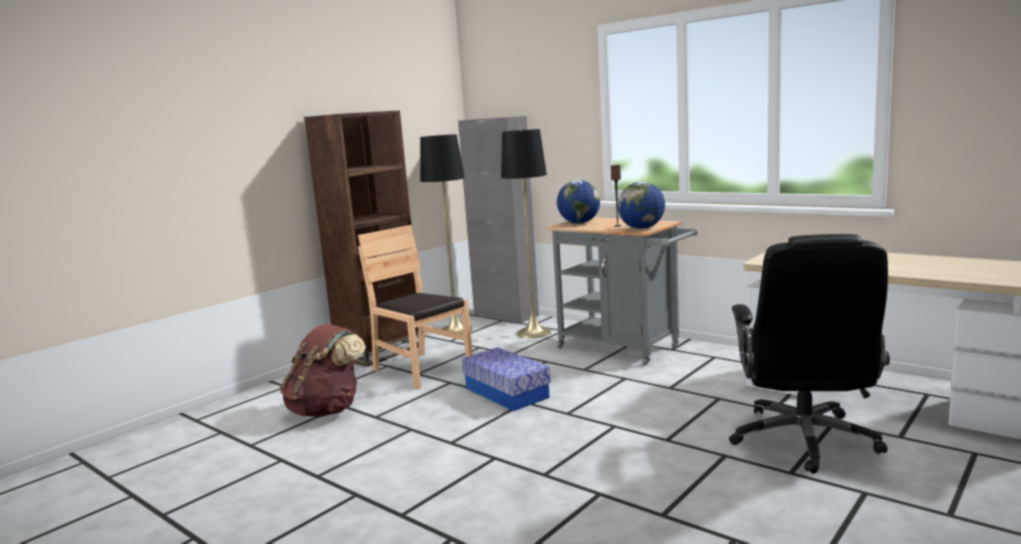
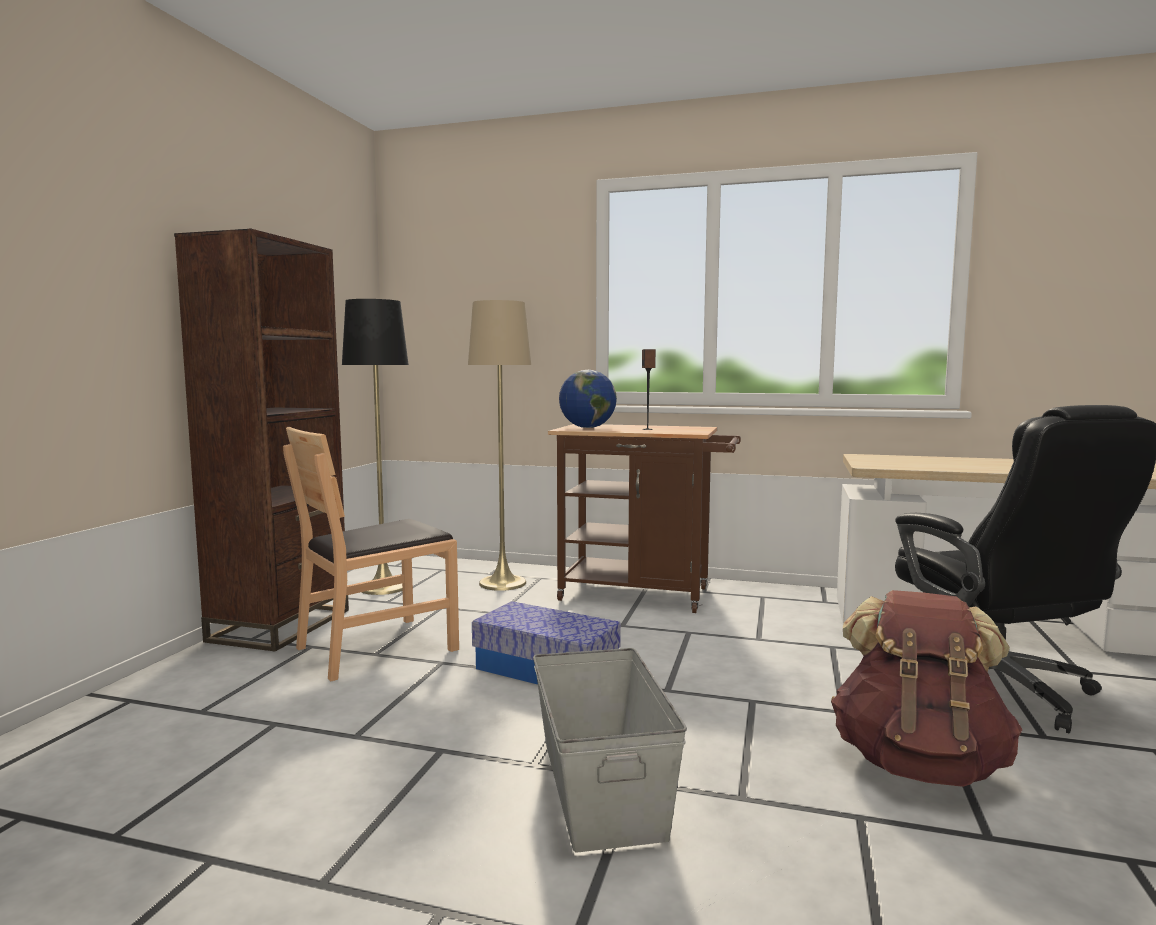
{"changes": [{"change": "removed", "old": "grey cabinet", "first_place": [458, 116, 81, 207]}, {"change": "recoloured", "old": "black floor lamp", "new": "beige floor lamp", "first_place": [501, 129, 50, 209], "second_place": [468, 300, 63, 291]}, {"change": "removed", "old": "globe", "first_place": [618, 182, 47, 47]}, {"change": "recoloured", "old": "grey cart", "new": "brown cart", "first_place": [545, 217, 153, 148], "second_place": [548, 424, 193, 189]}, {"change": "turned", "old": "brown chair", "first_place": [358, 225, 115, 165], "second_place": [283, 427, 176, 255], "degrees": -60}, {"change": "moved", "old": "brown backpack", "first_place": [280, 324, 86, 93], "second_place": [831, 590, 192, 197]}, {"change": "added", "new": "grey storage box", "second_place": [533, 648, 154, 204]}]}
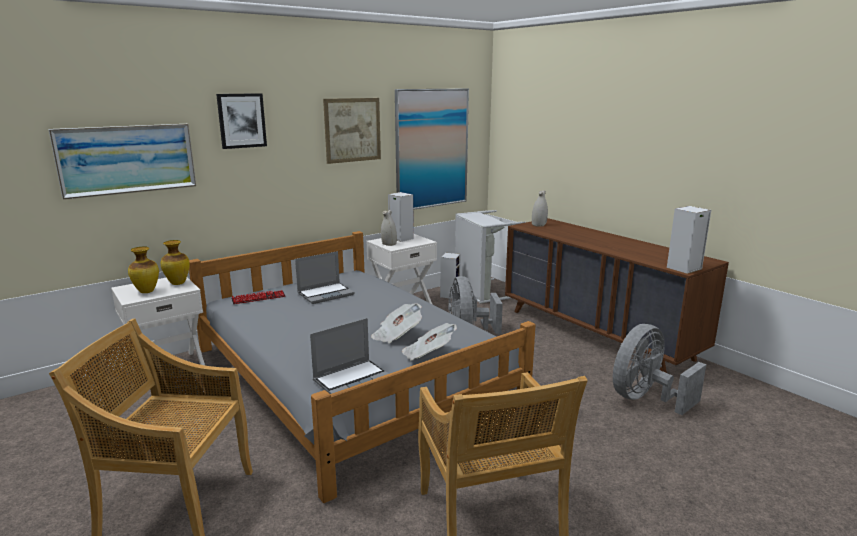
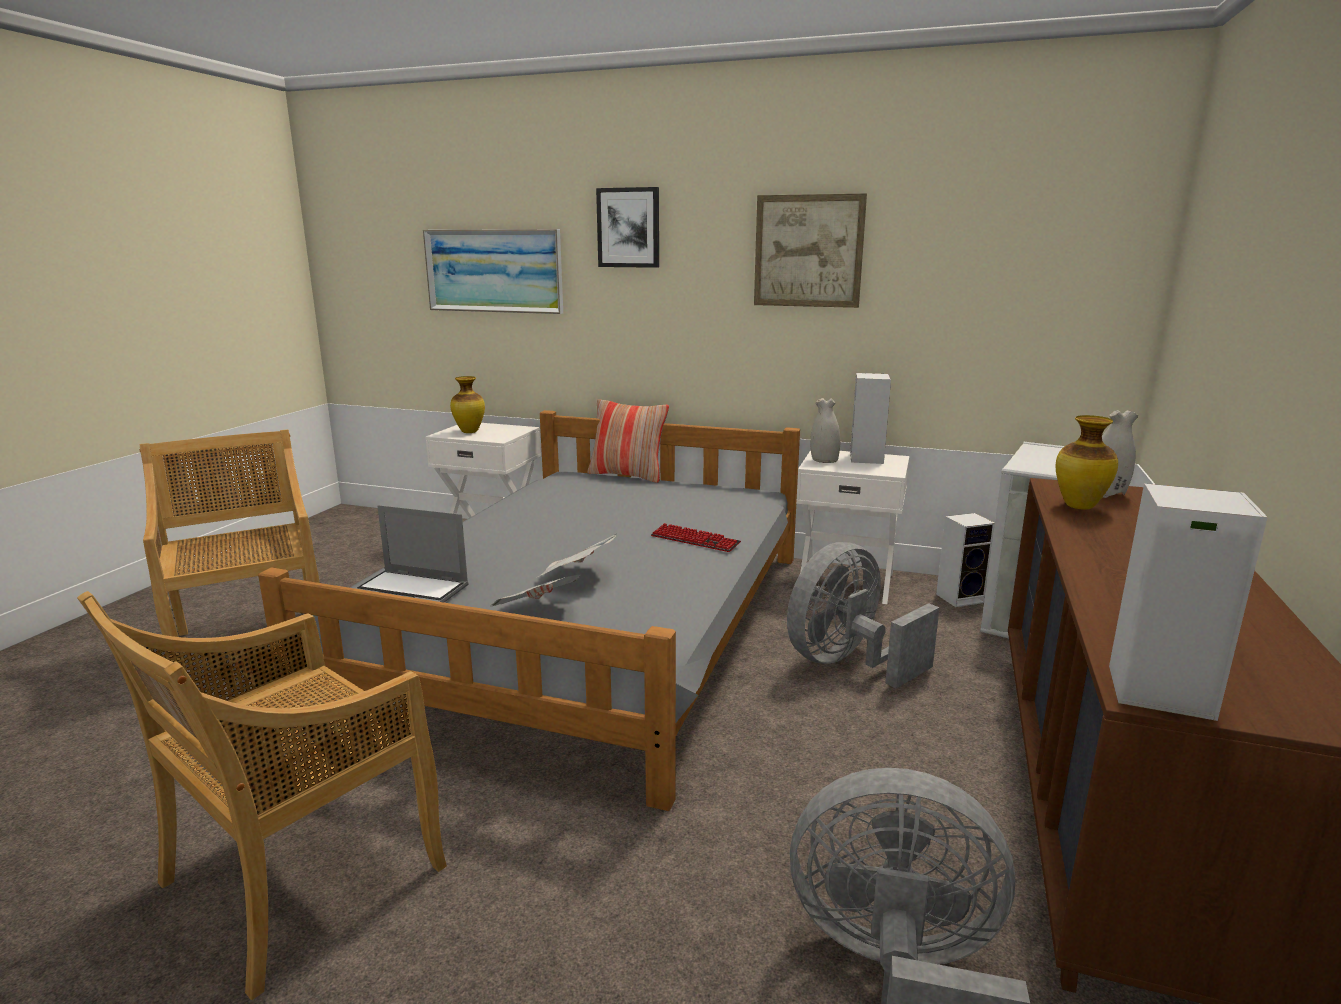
{"changes": [{"change": "removed", "old": "picture", "first_place": [395, 89, 74, 121]}, {"change": "moved", "old": "vase", "first_place": [161, 240, 29, 45], "second_place": [1056, 415, 62, 94]}, {"change": "removed", "old": "laptop", "first_place": [295, 251, 60, 53]}, {"change": "moved", "old": "keyboard", "first_place": [231, 290, 54, 14], "second_place": [651, 523, 90, 29]}, {"change": "added", "new": "pillow", "second_place": [587, 399, 82, 84]}]}
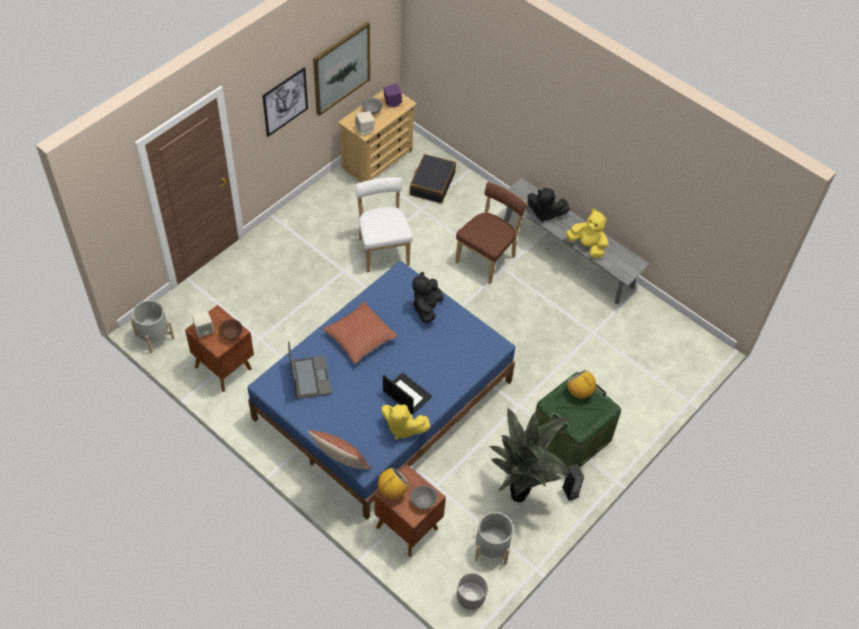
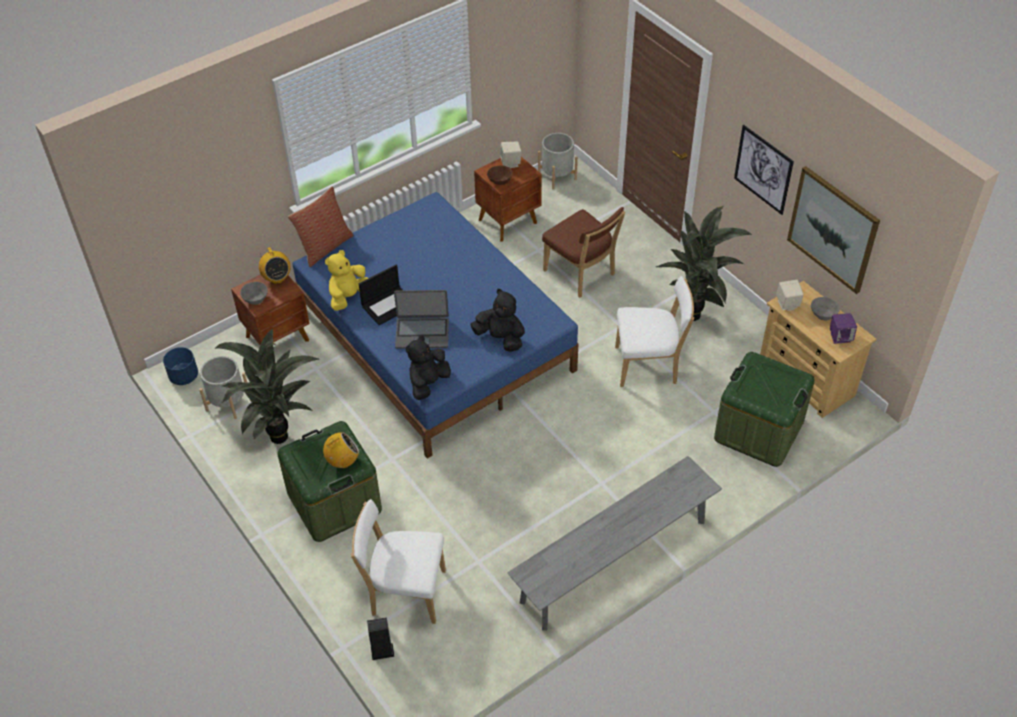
{"changes": [{"change": "replaced", "old": "black suitcase", "new": "green storage box", "first_place": [410, 154, 46, 49], "second_place": [714, 352, 101, 115]}, {"change": "moved", "old": "brown chair", "first_place": [455, 182, 72, 102], "second_place": [542, 207, 83, 91]}, {"change": "moved", "old": "black plush toy", "first_place": [527, 188, 43, 34], "second_place": [406, 336, 45, 64]}, {"change": "removed", "old": "yellow plush toy", "first_place": [566, 208, 42, 50]}, {"change": "removed", "old": "pillow", "first_place": [323, 301, 75, 63]}, {"change": "moved", "old": "laptop", "first_place": [288, 341, 44, 58], "second_place": [394, 290, 55, 59]}, {"change": "moved", "old": "speaker", "first_place": [562, 464, 22, 37], "second_place": [367, 617, 28, 43]}, {"change": "recoloured", "old": "grey planter", "new": "blue planter", "first_place": [457, 573, 30, 37], "second_place": [163, 347, 35, 38]}, {"change": "added", "new": "potted plant", "second_place": [656, 206, 97, 115]}, {"change": "added", "new": "white chair", "second_place": [351, 499, 95, 125]}]}
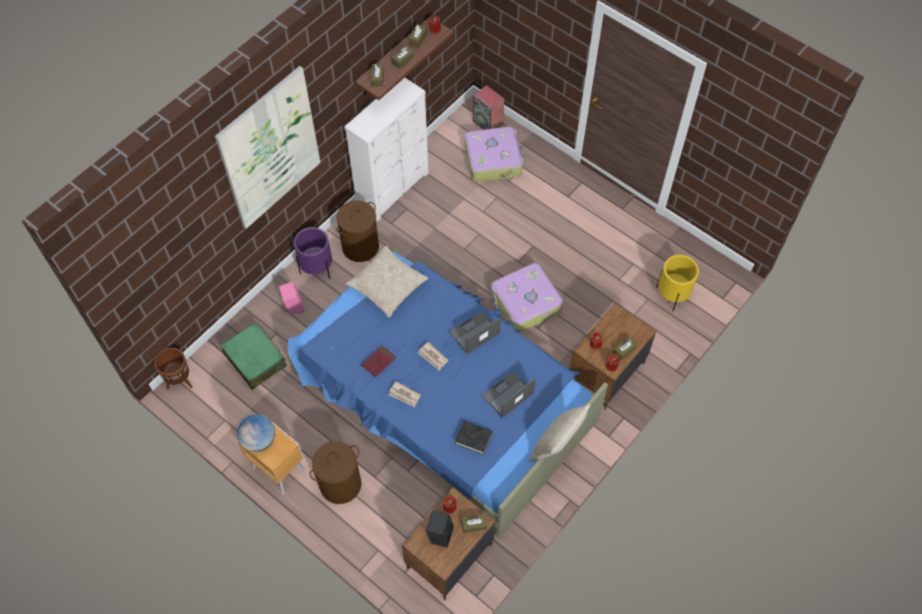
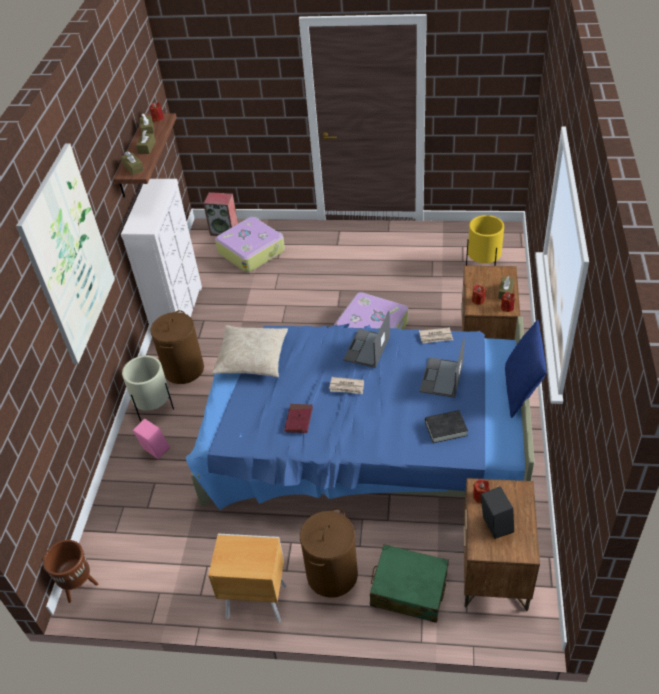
{"changes": [{"change": "recoloured", "old": "purple planter", "new": "beige planter", "first_place": [294, 227, 38, 52], "second_place": [122, 356, 52, 65]}, {"change": "moved", "old": "green suitcase", "first_place": [221, 323, 66, 67], "second_place": [370, 544, 79, 79]}, {"change": "moved", "old": "newspaper", "first_place": [389, 381, 32, 26], "second_place": [419, 327, 34, 16]}, {"change": "recoloured", "old": "beige pillow", "new": "blue pillow", "first_place": [529, 404, 61, 58], "second_place": [505, 320, 42, 98]}, {"change": "removed", "old": "globe", "first_place": [237, 414, 38, 38]}, {"change": "removed", "old": "brown tissue box", "first_place": [461, 514, 26, 19]}]}
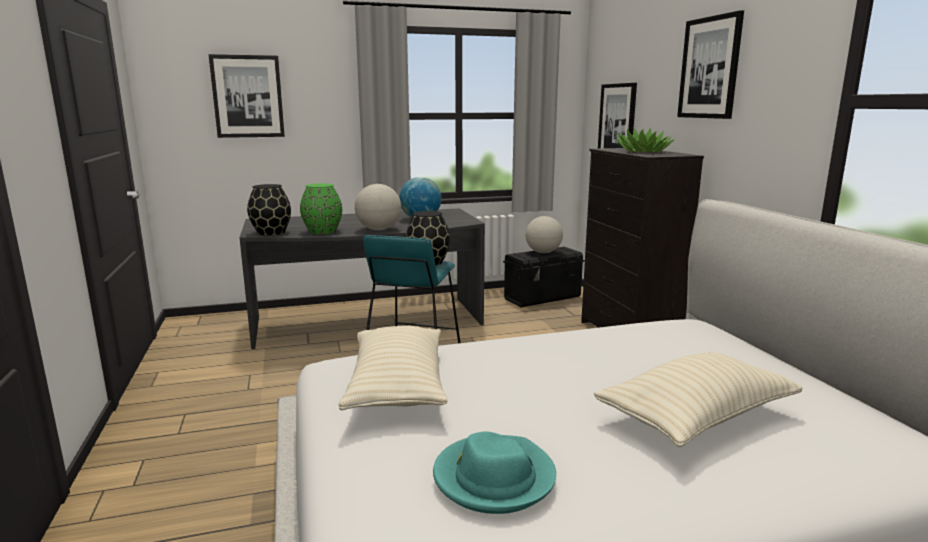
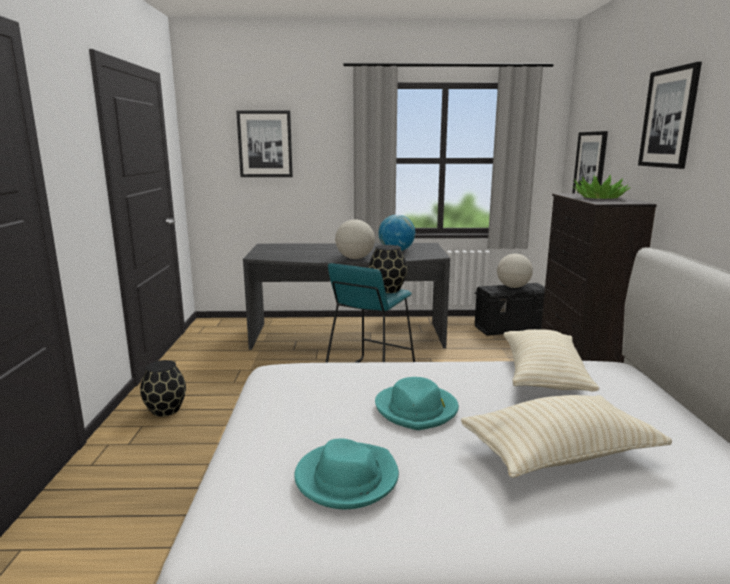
{"changes": [{"change": "removed", "old": "green vase", "first_place": [300, 183, 42, 51]}, {"change": "moved", "old": "black vase", "first_place": [247, 184, 44, 51], "second_place": [140, 360, 46, 57]}, {"change": "moved", "old": "beige pillow", "first_place": [339, 326, 109, 84], "second_place": [504, 329, 96, 62]}, {"change": "added", "new": "turquoise hat", "second_place": [375, 377, 84, 53]}]}
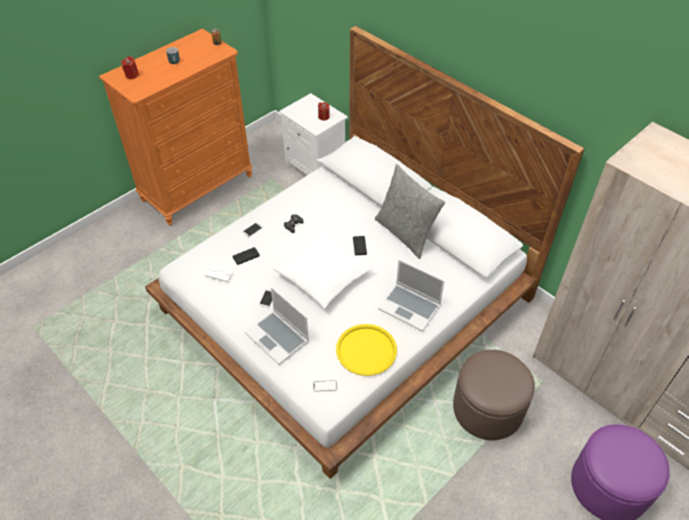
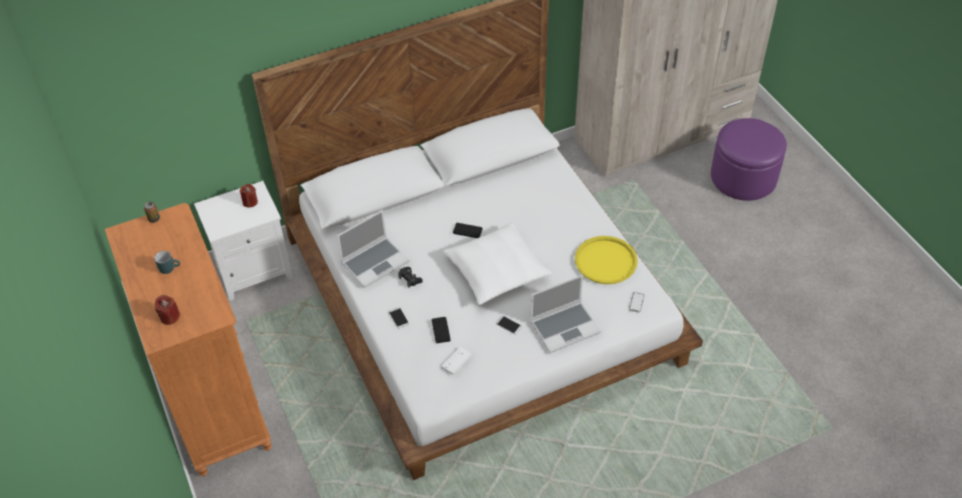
{"changes": [{"change": "removed", "old": "grey pillow", "first_place": [375, 164, 71, 95]}, {"change": "moved", "old": "laptop", "first_place": [378, 260, 67, 72], "second_place": [337, 210, 72, 78]}, {"change": "removed", "old": "brown ottoman", "first_place": [453, 350, 82, 90]}]}
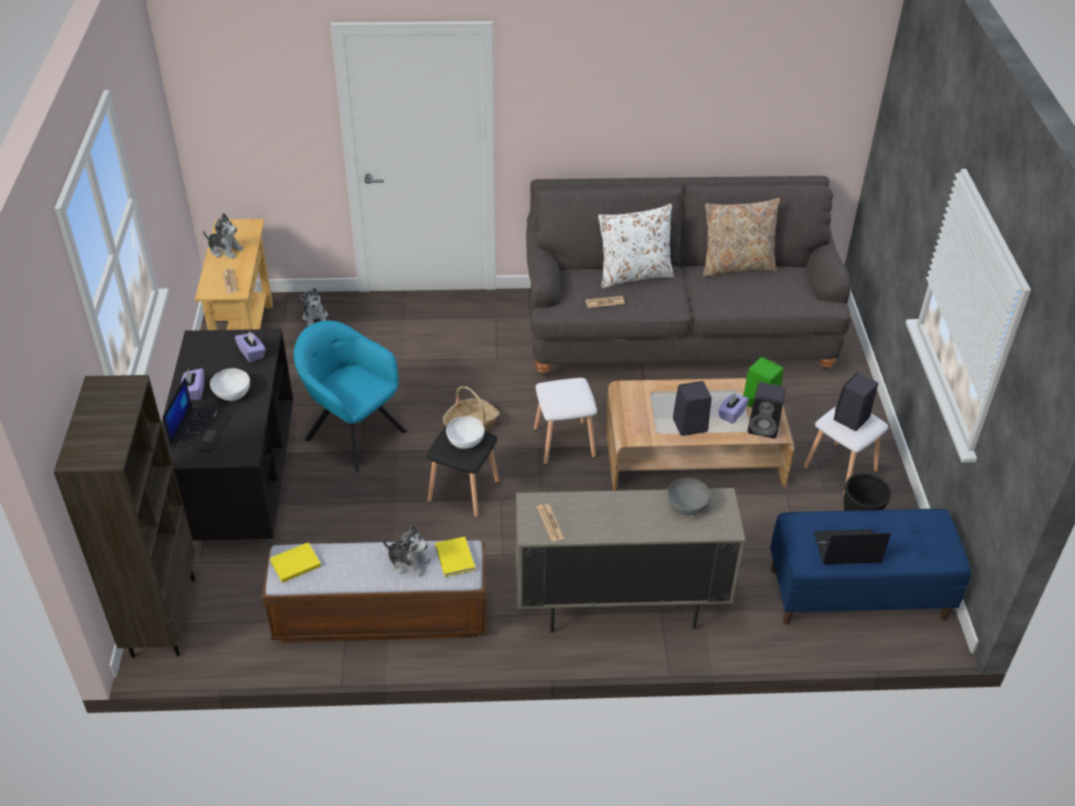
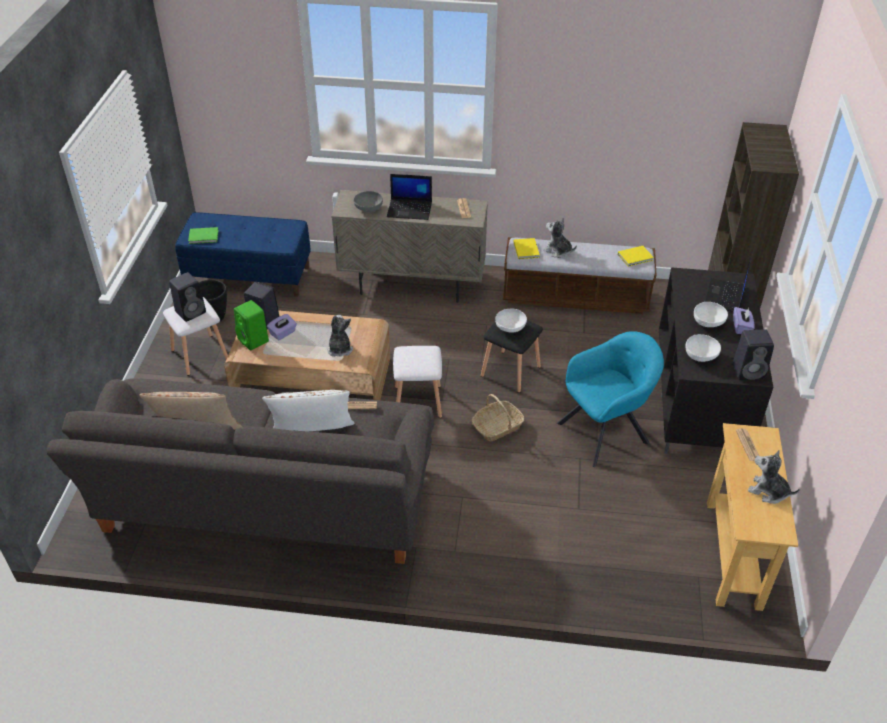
{"changes": [{"change": "moved", "old": "plush toy", "first_place": [299, 287, 29, 39], "second_place": [327, 315, 26, 42]}, {"change": "turned", "old": "turquoise armchair", "first_place": [294, 321, 114, 152], "second_place": [557, 331, 107, 136], "degrees": -75}, {"change": "replaced", "old": "purple tissue box", "new": "white bowl", "first_place": [235, 330, 31, 33], "second_place": [685, 334, 36, 28]}, {"change": "moved", "old": "black speaker", "first_place": [673, 381, 39, 55], "second_place": [733, 329, 41, 51]}, {"change": "moved", "old": "laptop", "first_place": [814, 529, 77, 36], "second_place": [387, 174, 45, 46]}, {"change": "added", "new": "green book", "second_place": [188, 227, 30, 17]}]}
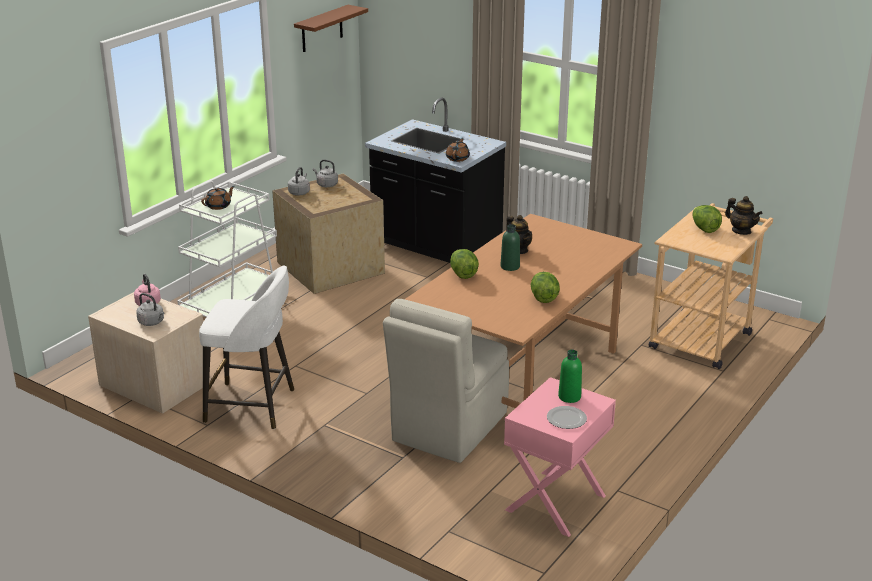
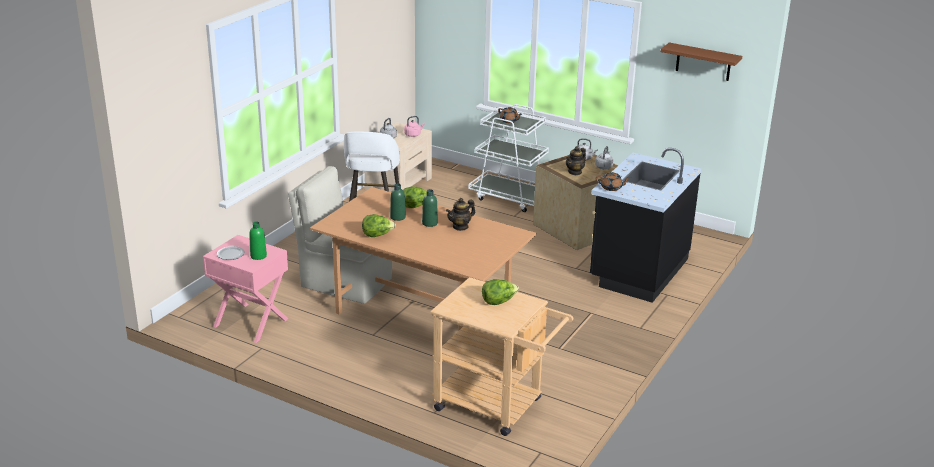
{"changes": [{"change": "moved", "old": "teapot", "first_place": [725, 196, 38, 39], "second_place": [566, 146, 20, 29]}, {"change": "added", "new": "green bottle", "second_place": [390, 184, 16, 37]}]}
